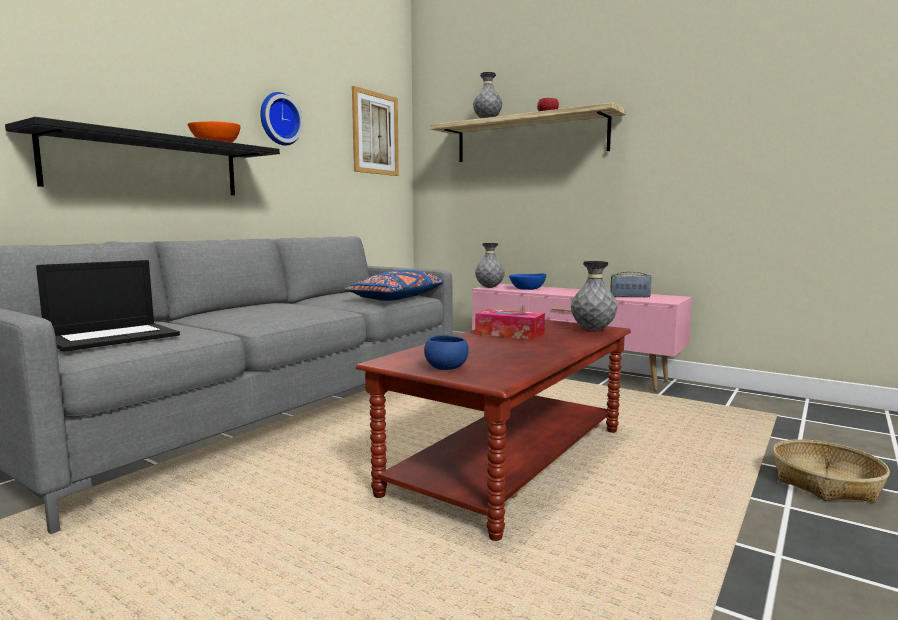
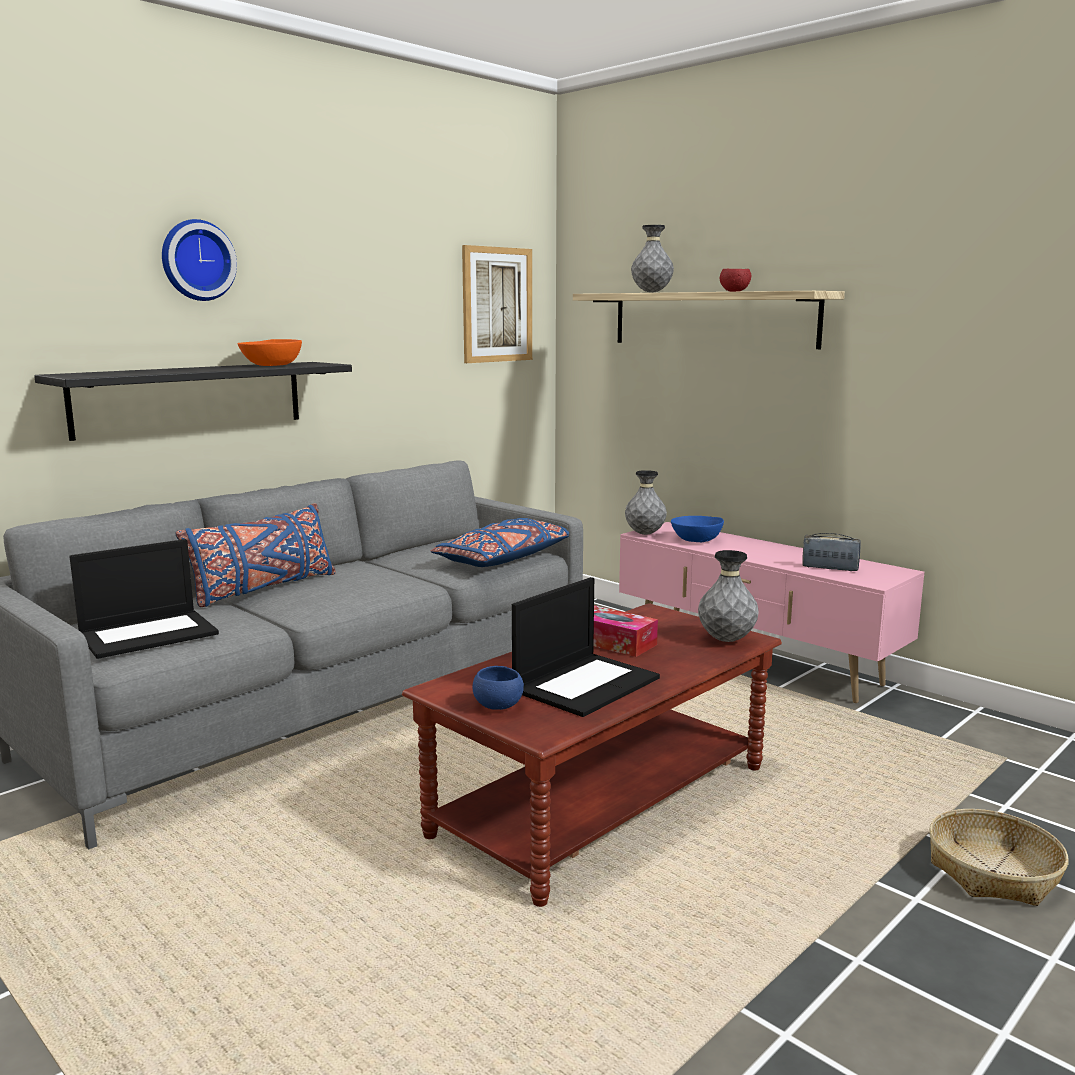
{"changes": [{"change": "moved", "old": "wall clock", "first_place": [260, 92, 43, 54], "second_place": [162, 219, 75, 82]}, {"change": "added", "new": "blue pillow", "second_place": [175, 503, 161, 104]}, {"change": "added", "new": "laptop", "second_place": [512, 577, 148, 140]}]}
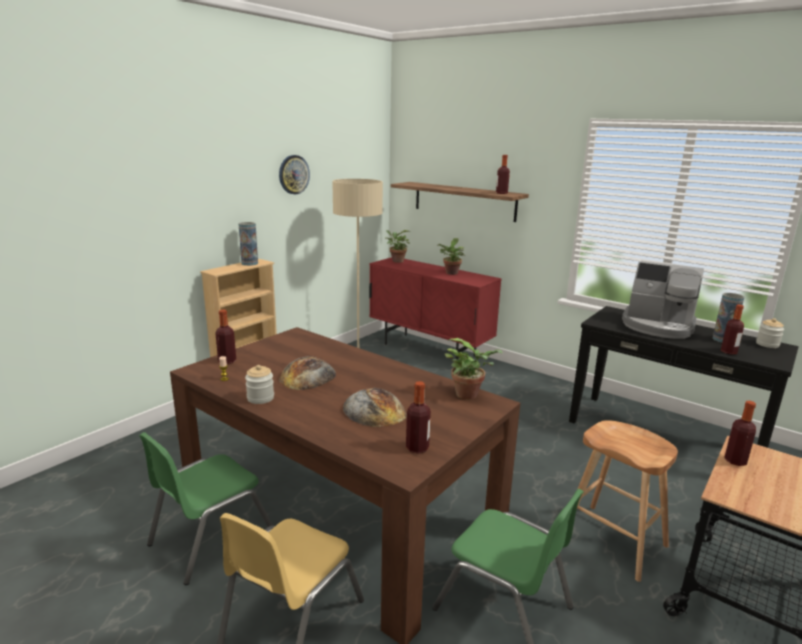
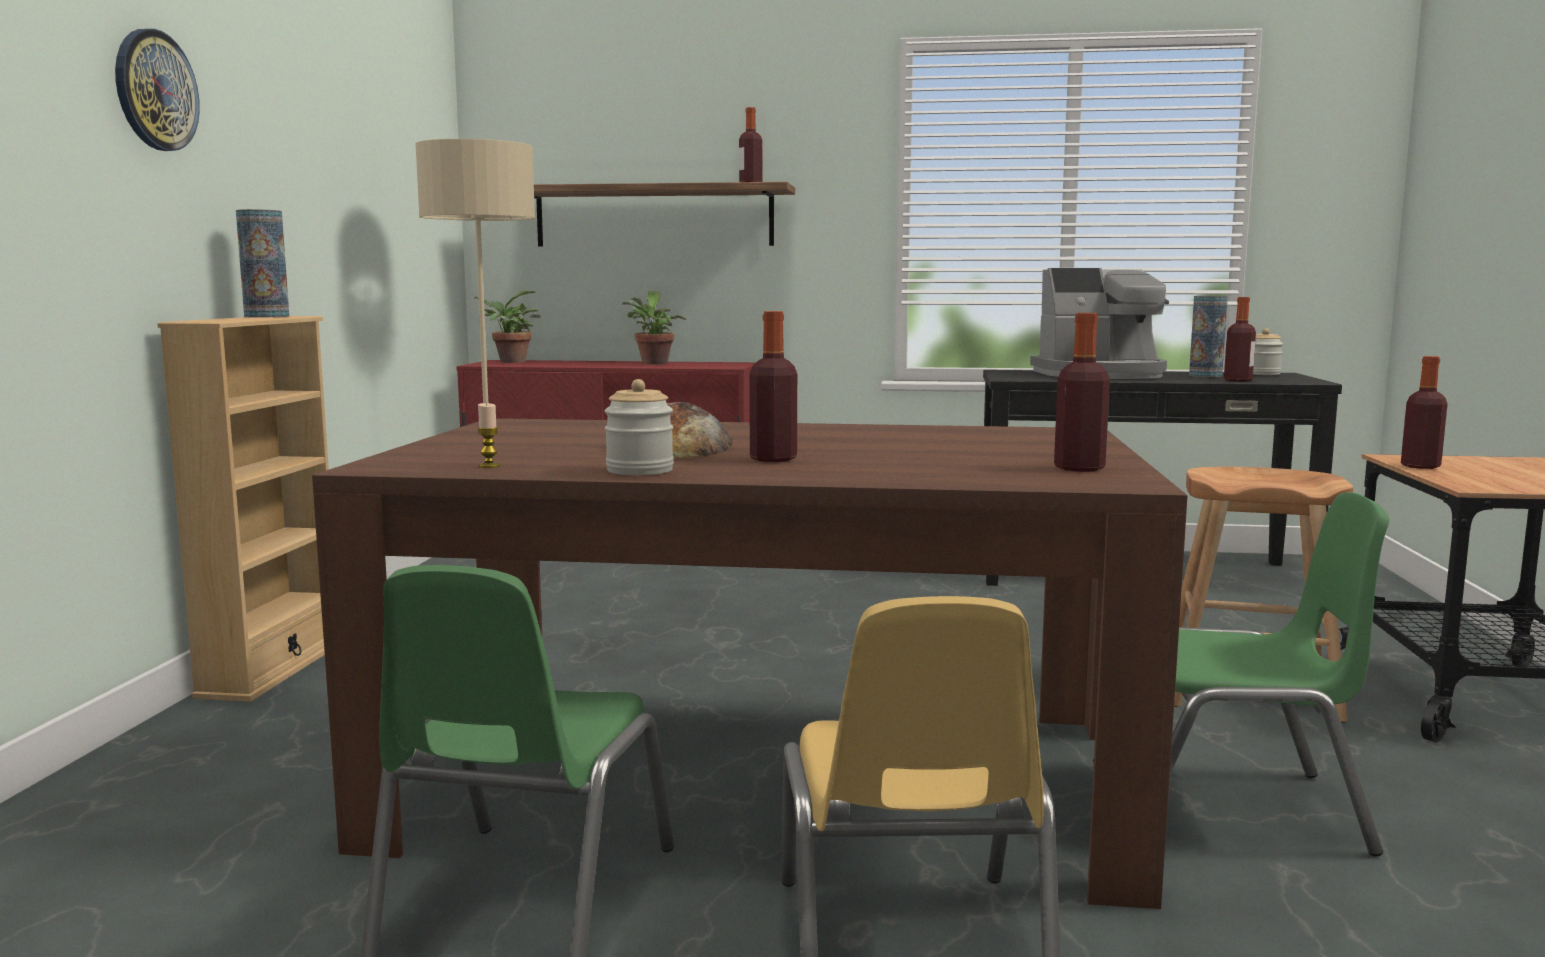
{"changes": [{"change": "moved", "old": "wall clock", "first_place": [279, 155, 31, 39], "second_place": [115, 29, 85, 122]}, {"change": "moved", "old": "bottle", "first_place": [215, 310, 21, 54], "second_place": [749, 311, 48, 151]}, {"change": "removed", "old": "potted plant", "first_place": [445, 338, 58, 62]}, {"change": "removed", "old": "bread", "first_place": [343, 388, 63, 39]}]}
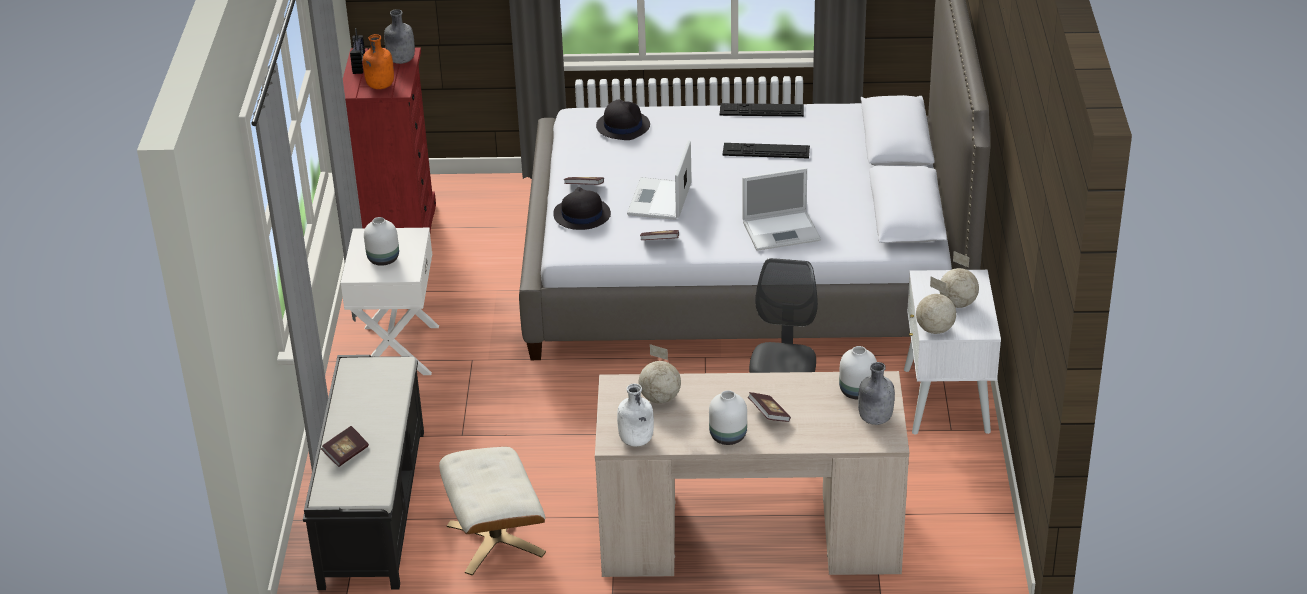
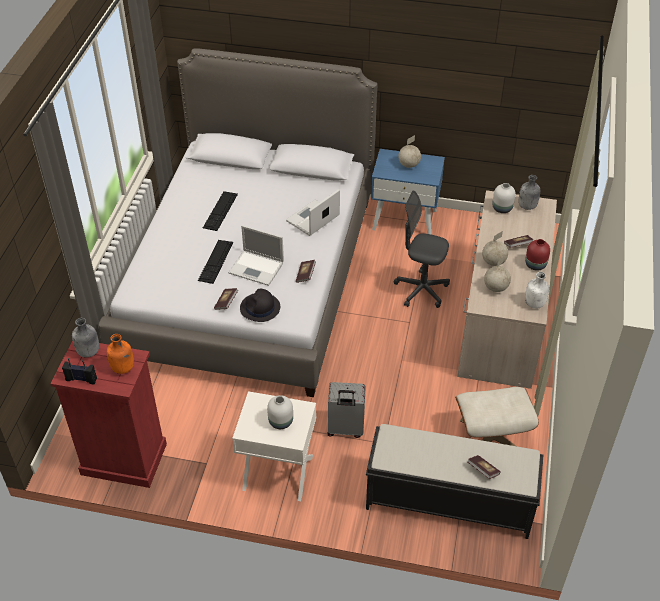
{"changes": [{"change": "removed", "old": "black hat", "first_place": [596, 100, 54, 40]}, {"change": "moved", "old": "keyboard", "first_place": [720, 103, 84, 14], "second_place": [198, 240, 35, 44]}, {"change": "turned", "old": "laptop", "first_place": [742, 168, 79, 83], "second_place": [286, 189, 54, 47], "degrees": -135}, {"change": "recoloured", "old": "white nightstand", "new": "blue nightstand", "first_place": [904, 270, 97, 164], "second_place": [371, 149, 74, 85]}, {"change": "moved", "old": "globe", "first_place": [916, 277, 40, 57], "second_place": [482, 231, 26, 35]}, {"change": "recoloured", "old": "white vase", "new": "red vase", "first_place": [709, 390, 38, 55], "second_place": [525, 239, 25, 32]}, {"change": "added", "new": "grey suitcase", "second_place": [327, 382, 39, 56]}]}
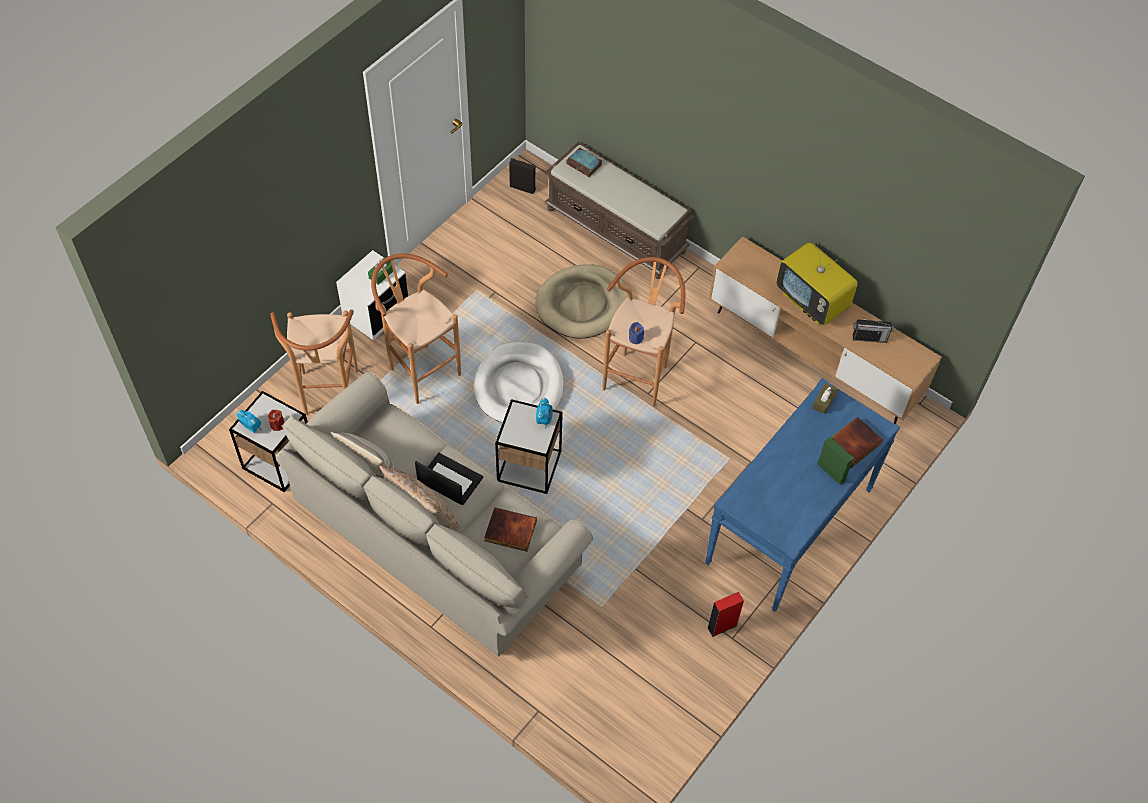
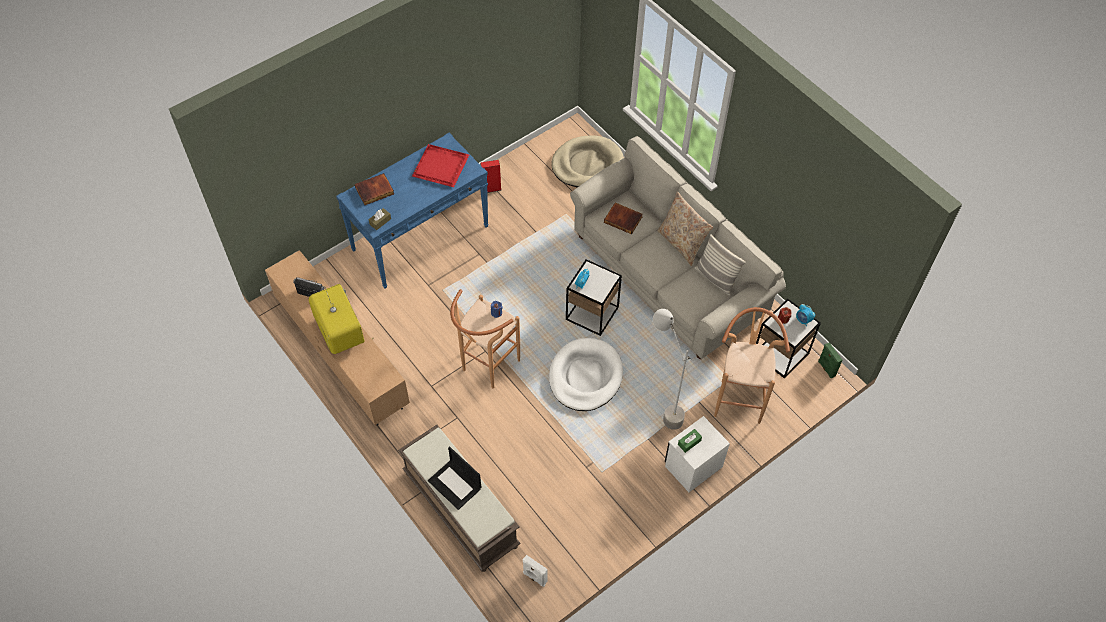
{"changes": [{"change": "removed", "old": "book", "first_place": [566, 147, 36, 30]}, {"change": "recoloured", "old": "black speaker", "new": "white speaker", "first_place": [509, 158, 27, 36], "second_place": [523, 555, 25, 32]}, {"change": "replaced", "old": "brown stool", "new": "grey floor lamp", "first_place": [371, 254, 90, 150], "second_place": [653, 309, 37, 121]}, {"change": "moved", "old": "beige dog bed", "first_place": [535, 264, 92, 74], "second_place": [551, 135, 73, 52]}, {"change": "moved", "old": "green speaker", "first_place": [817, 436, 37, 49], "second_place": [818, 342, 24, 37]}, {"change": "moved", "old": "laptop", "first_place": [415, 453, 69, 52], "second_place": [428, 446, 53, 64]}, {"change": "added", "new": "red tray", "second_place": [412, 144, 57, 43]}]}
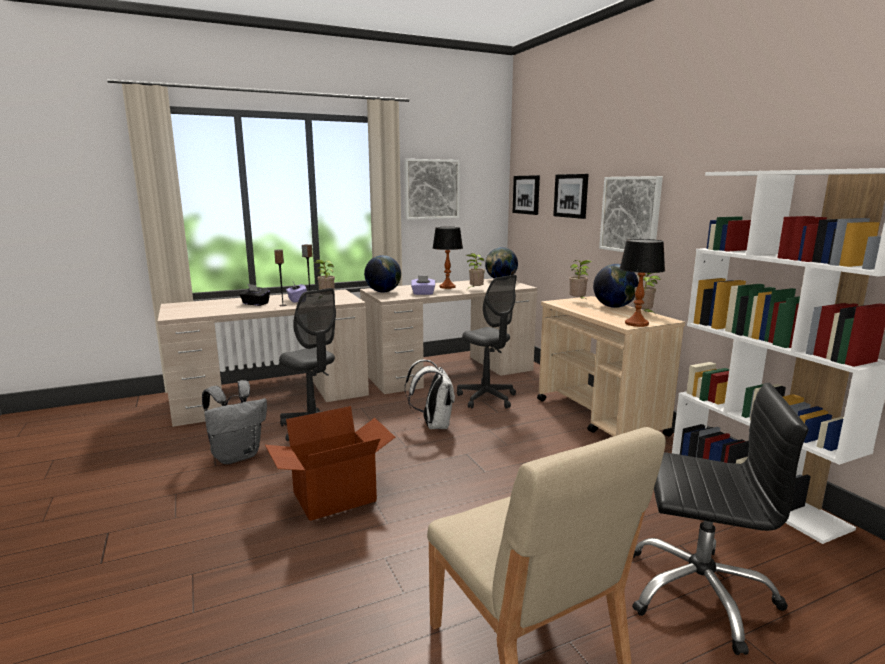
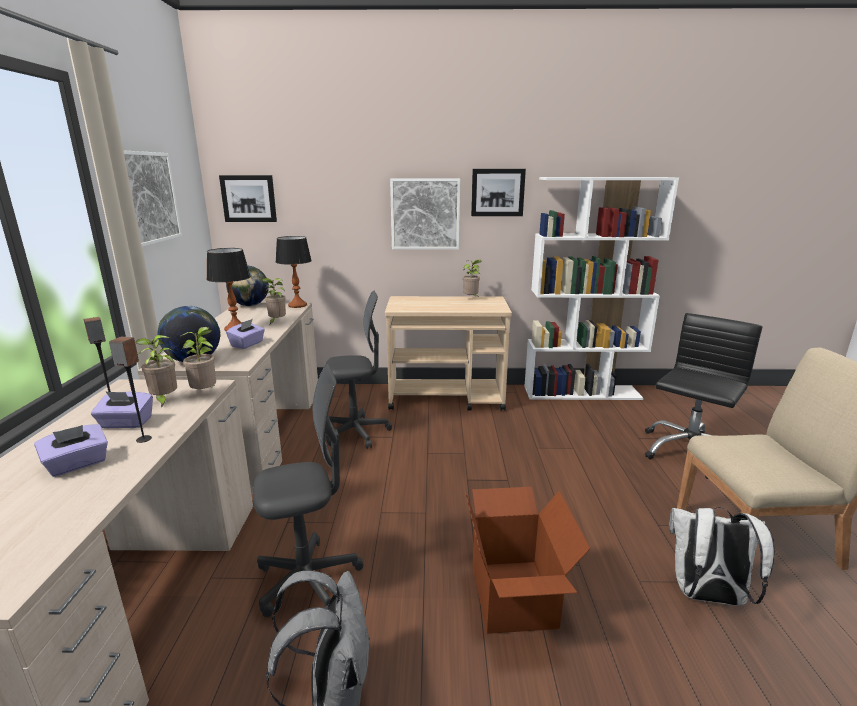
{"changes": [{"change": "moved", "old": "picture", "first_place": [553, 174, 36, 45], "second_place": [471, 169, 55, 47]}, {"change": "moved", "old": "table lamp", "first_place": [619, 239, 46, 88], "second_place": [276, 236, 36, 72]}, {"change": "moved", "old": "potted plant", "first_place": [569, 260, 23, 41], "second_place": [181, 327, 35, 62]}, {"change": "removed", "old": "globe", "first_place": [593, 264, 46, 44]}, {"change": "recoloured", "old": "black tissue box", "new": "purple tissue box", "first_place": [239, 284, 31, 22], "second_place": [34, 424, 74, 53]}, {"change": "moved", "old": "white backpack", "first_place": [405, 359, 50, 70], "second_place": [669, 507, 106, 98]}]}
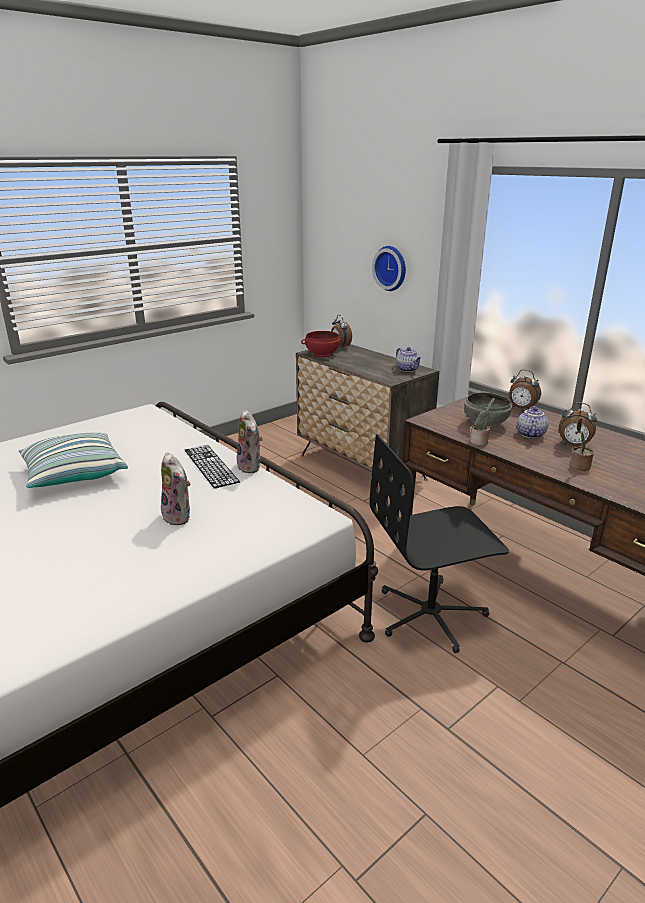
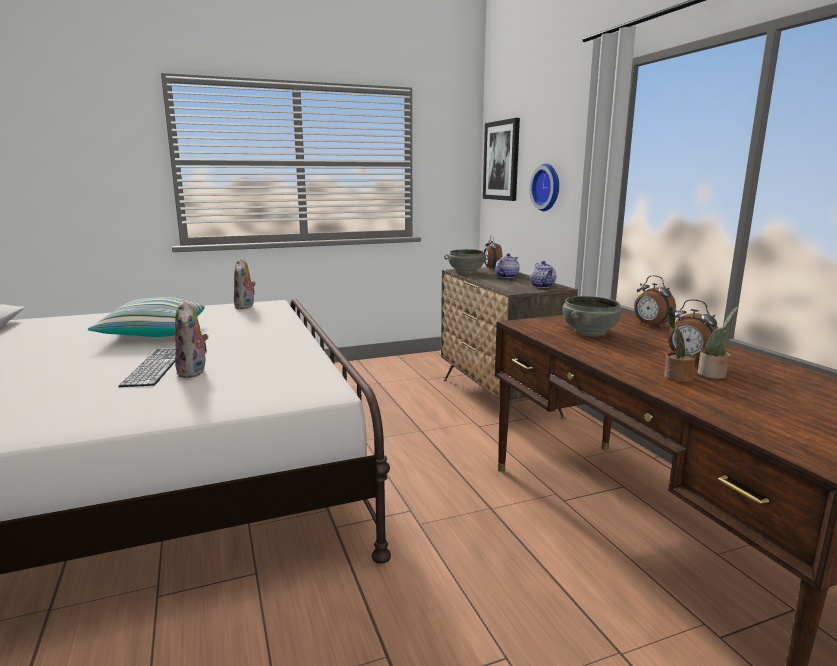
{"changes": [{"change": "recoloured", "old": "red bowl", "new": "grey bowl", "first_place": [301, 331, 43, 26], "second_place": [444, 249, 45, 25]}, {"change": "moved", "old": "potted plant", "first_place": [470, 398, 25, 48], "second_place": [697, 307, 41, 72]}, {"change": "moved", "old": "teapot", "first_place": [517, 406, 32, 32], "second_place": [496, 253, 24, 25]}, {"change": "moved", "old": "plush toy", "first_place": [237, 409, 26, 64], "second_place": [234, 257, 22, 52]}, {"change": "removed", "old": "black office chair", "first_place": [370, 434, 139, 219]}, {"change": "moved", "old": "keyboard", "first_place": [185, 445, 55, 43], "second_place": [118, 348, 58, 39]}, {"change": "added", "new": "picture", "second_place": [483, 118, 37, 83]}]}
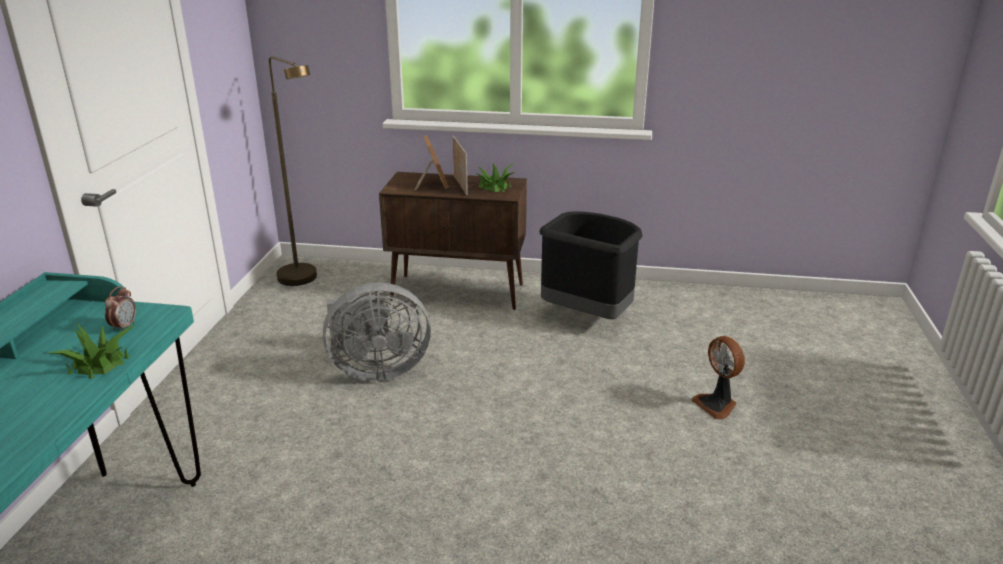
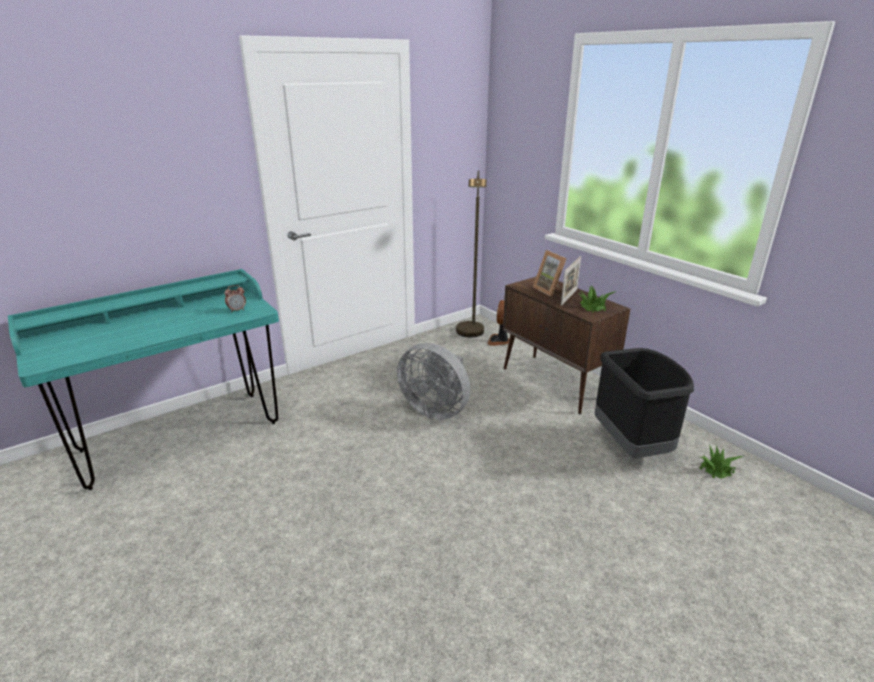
{"changes": [{"change": "turned", "old": "picture frame", "first_place": [415, 135, 34, 55], "second_place": [533, 250, 34, 47], "degrees": 120}, {"change": "moved", "old": "potted plant", "first_place": [46, 323, 89, 56], "second_place": [700, 445, 43, 34]}, {"change": "moved", "old": "fan", "first_place": [691, 336, 54, 84], "second_place": [487, 300, 22, 46]}]}
